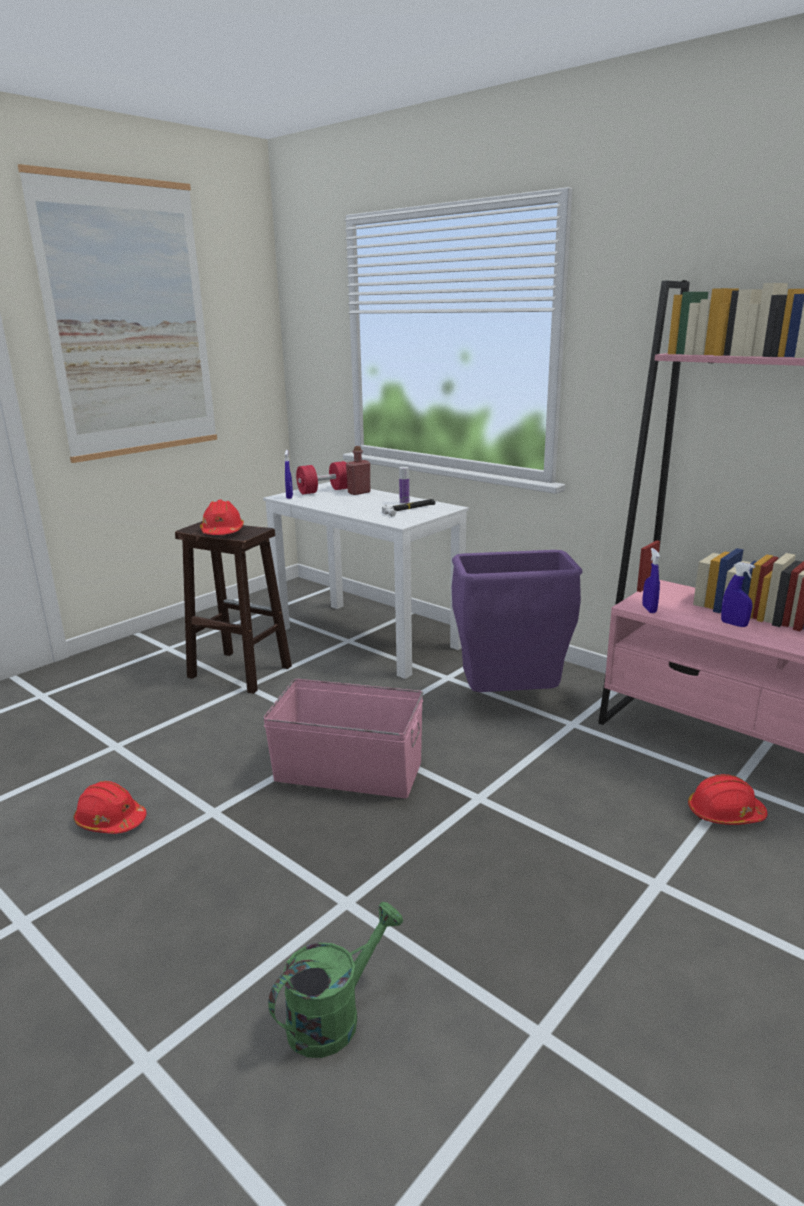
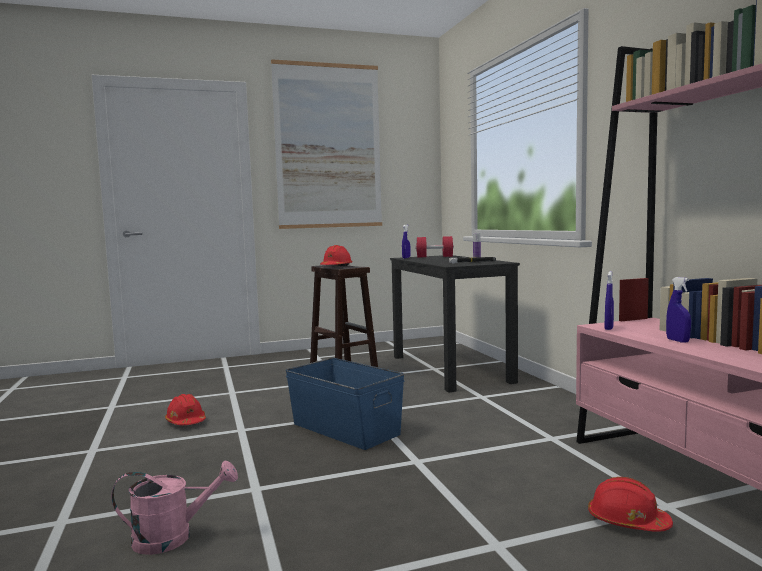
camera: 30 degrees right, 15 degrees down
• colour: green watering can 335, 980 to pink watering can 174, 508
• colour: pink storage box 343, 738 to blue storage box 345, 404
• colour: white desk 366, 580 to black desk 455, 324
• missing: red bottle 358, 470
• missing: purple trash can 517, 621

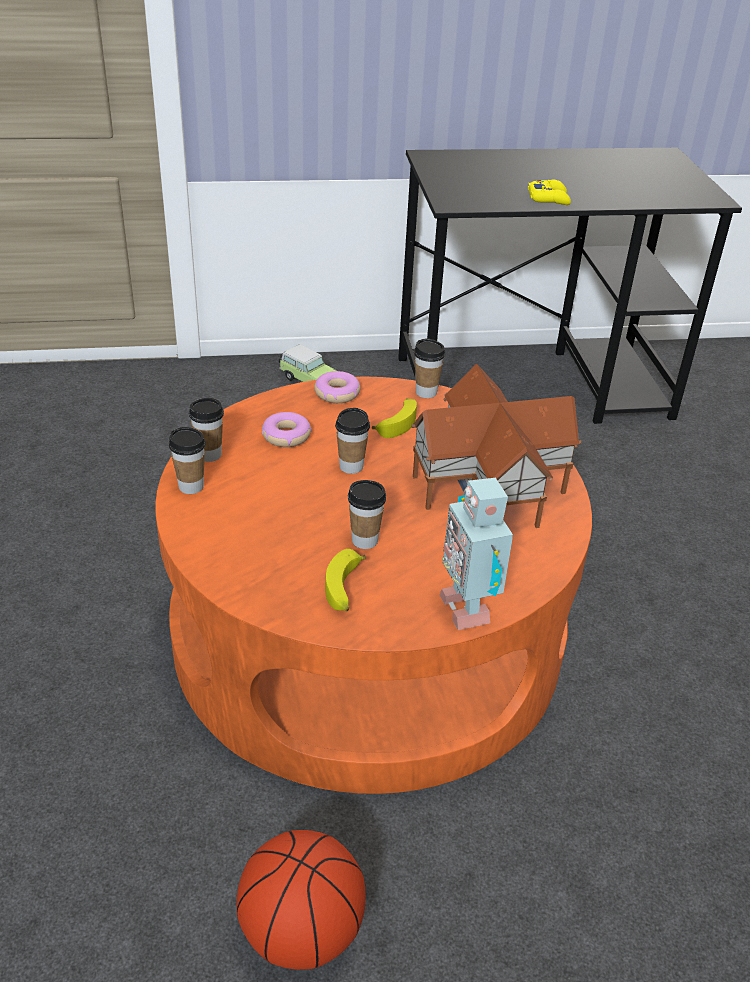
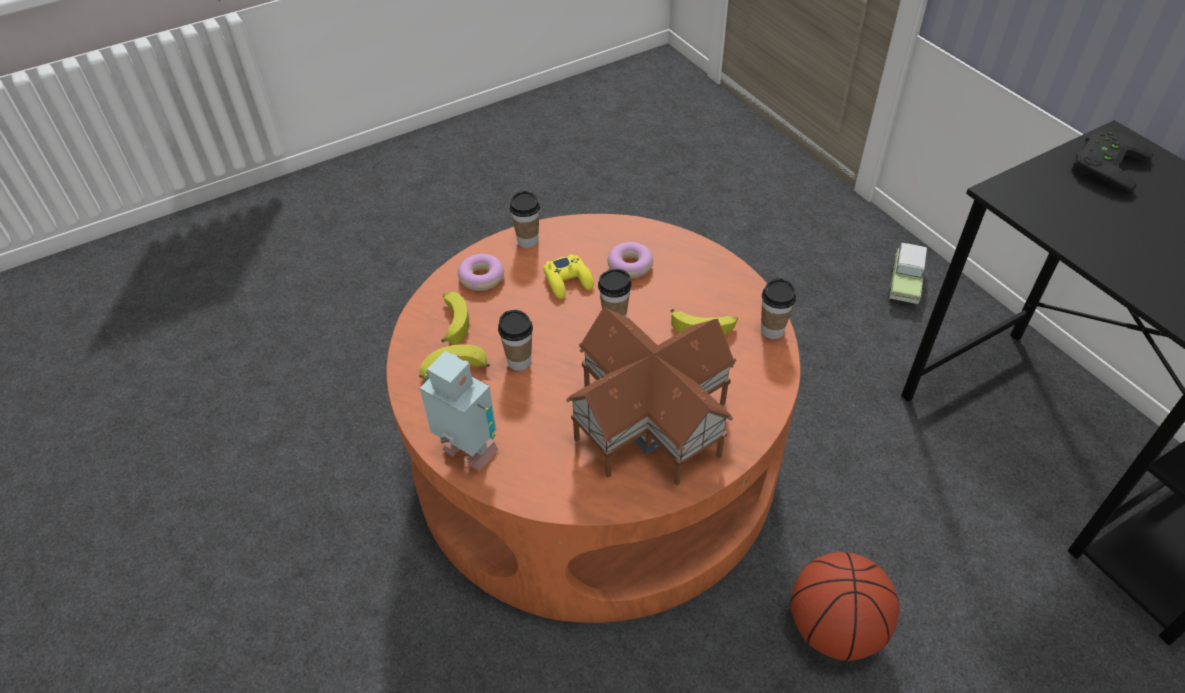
camera: 70 degrees right, 10 degrees up
• spun: toy robot 476, 554 = 459, 411 75 degrees clockwise
• appeared: banana 455, 318
• relocated: donut 337, 387 to 481, 272
• relocated: yellow game controller 549, 192 to 568, 276
• relocated: basketball 301, 900 to 844, 606
• appeared: black game controller 1112, 162
• missing: cup 206, 430

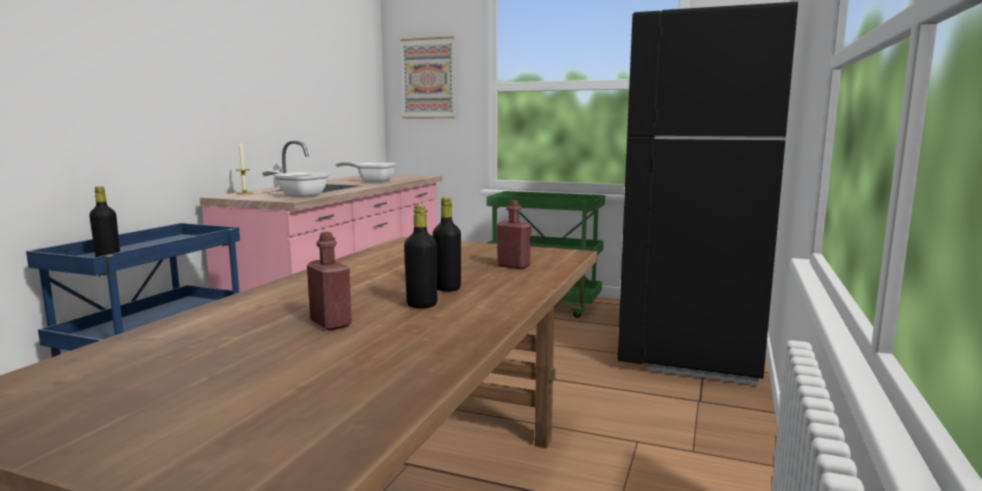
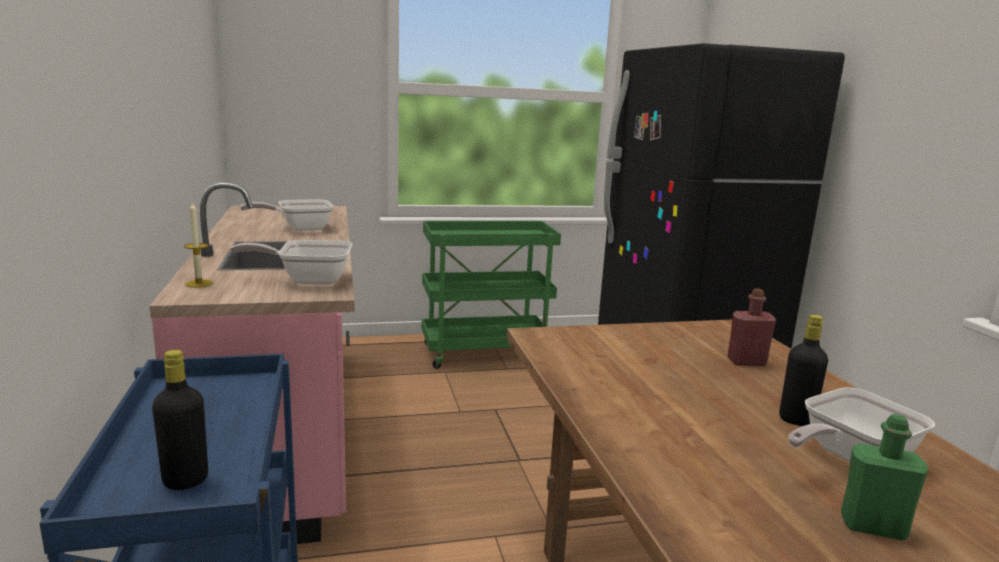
camera: 35 degrees left, 5 degrees up
• exchanged: black bottle 420, 256 to frying pan 861, 424
• colour: red bottle 329, 281 to green bottle 885, 477
• missing: picture 428, 77

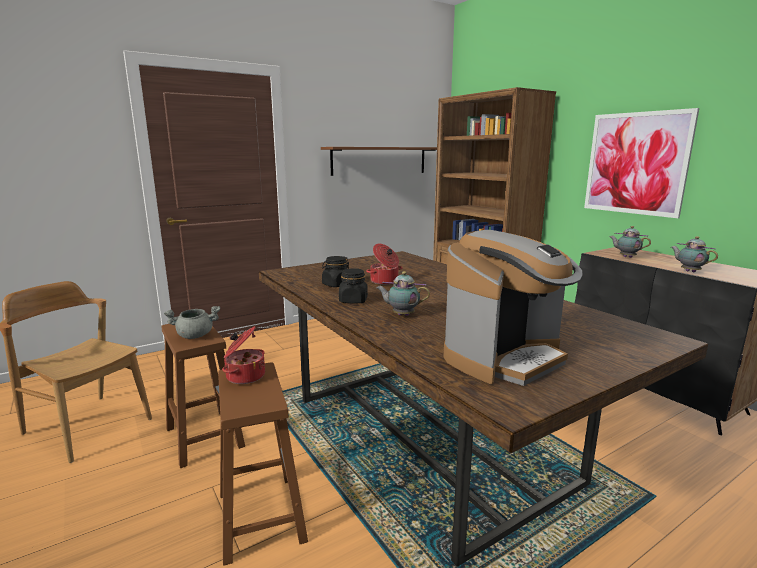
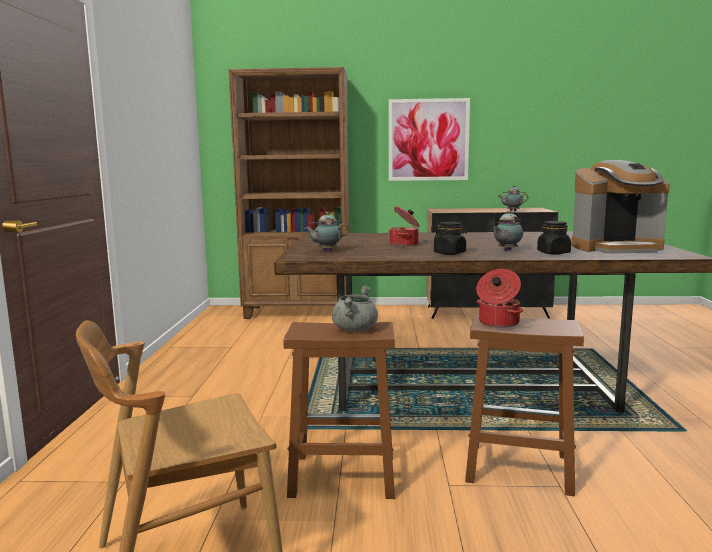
camera: 55 degrees left, 5 degrees down
• relocated: teapot 630, 242 to 326, 232
• relocated: black jar 335, 271 to 554, 237
• spun: coffee machine 513, 308 = 621, 207 90 degrees clockwise
• missing: brown shelf 379, 161

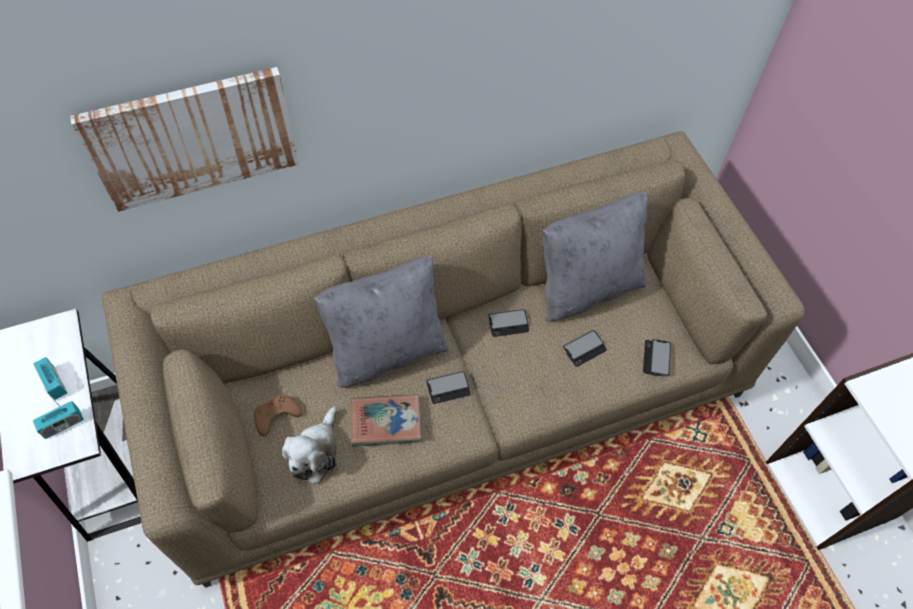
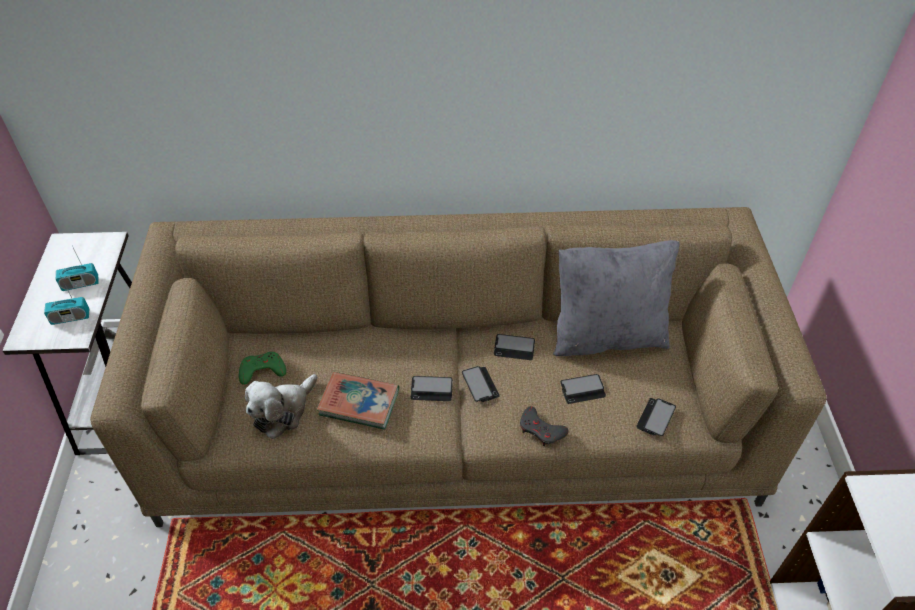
camera: 20 degrees right, 10 degrees down
• spun: radio 50, 378 = 77, 268 90 degrees counterclockwise
• colour: brown game controller 278, 415 to green game controller 262, 368
• appeared: phone 481, 384
• appeared: grey game controller 544, 426
• missing: picture 184, 139
• missing: grey pillow 381, 322

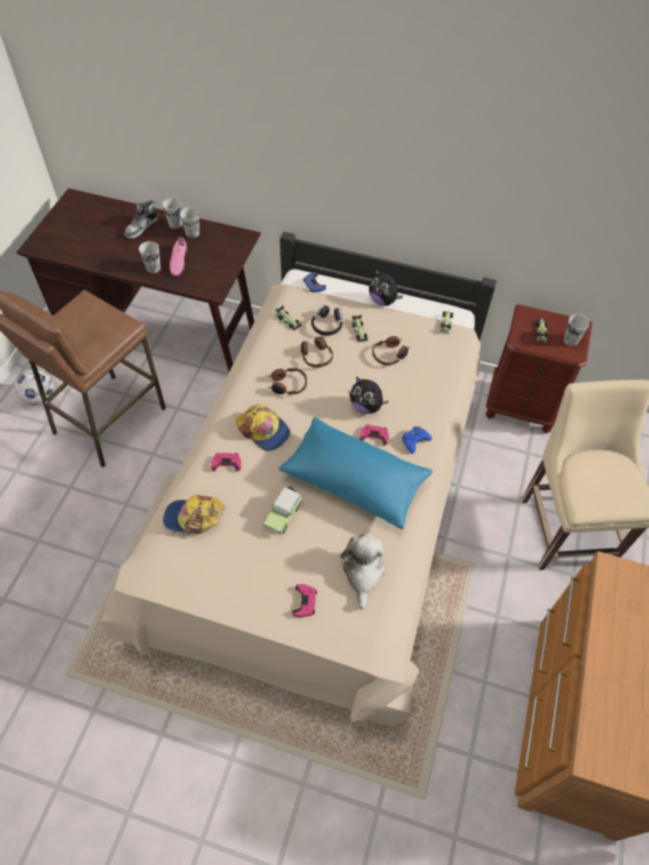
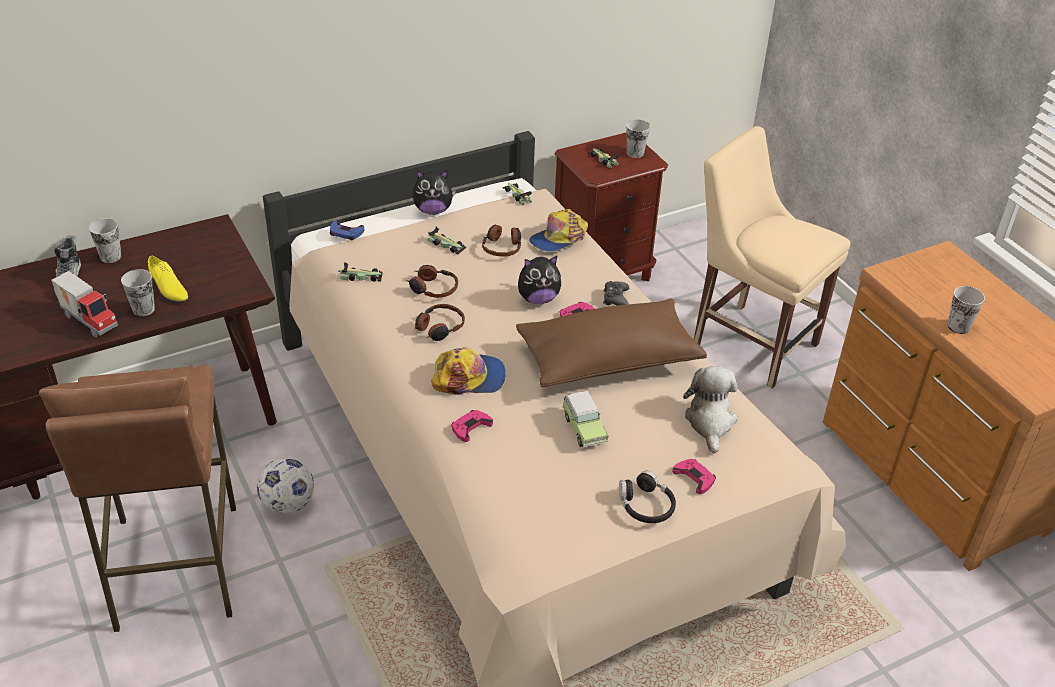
camera: 45 degrees left, 15 degrees down
• appeared: toy truck 84, 304
• colour: pink shoe 178, 257 to yellow shoe 168, 279
• relocated: football 35, 388 to 285, 486
• colour: blue pillow 356, 473 to brown pillow 611, 342
• relocated: cap 194, 514 to 558, 230
• colour: blue game controller 417, 440 to black game controller 616, 293
• relocated: black headphones 327, 319 to 647, 496
• spun: plush toy 362, 571 = 710, 410 45 degrees clockwise
• relocated: cup 190, 222 to 966, 310

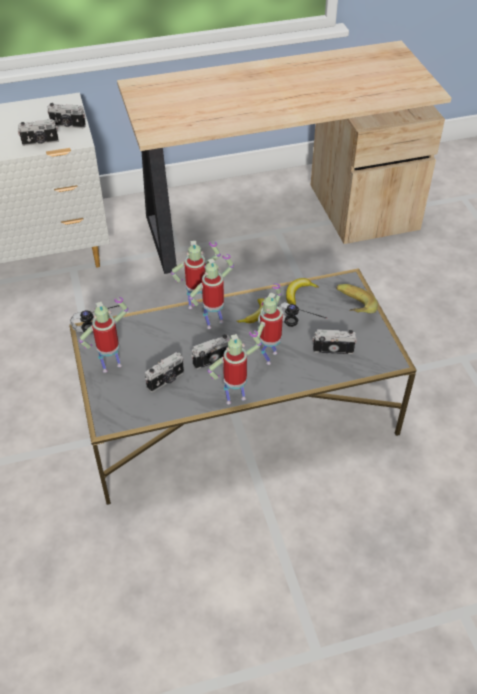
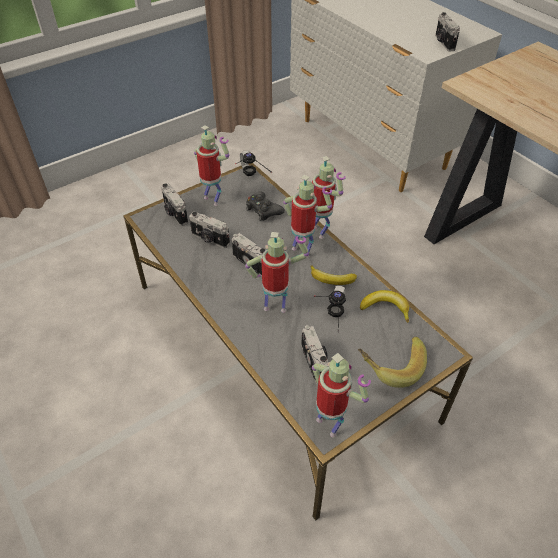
camera: 70 degrees right, 0 degrees up
• relocated: photo camera 38, 132 to 174, 205
• appeared: black game controller 265, 206
• relocated: toy robot 235, 367 to 341, 395

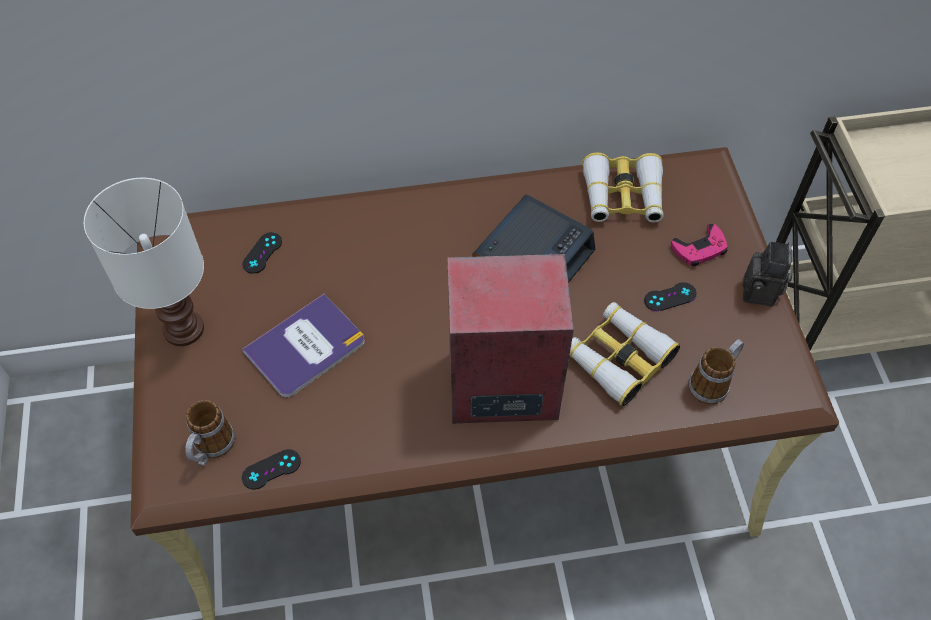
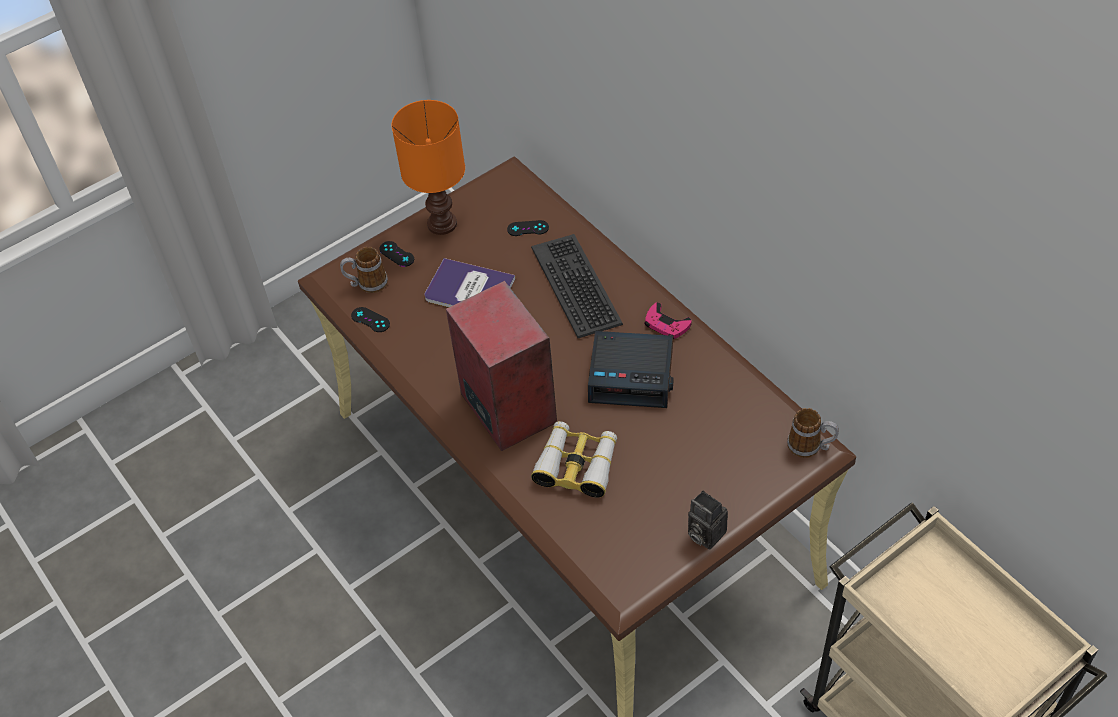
camera: 65 degrees right, 5 degrees down
• relocated: black game controller 670, 296 to 396, 254
• colour: white table lamp 144, 262 to orange table lamp 428, 167
• appeared: keyboard 577, 286
• relocated: pink game controller 699, 245 to 668, 320
• spun: photo camera 768, 274 = 708, 520 60 degrees clockwise
• relocated: mug 716, 372 to 813, 433
• missing: binoculars 622, 187

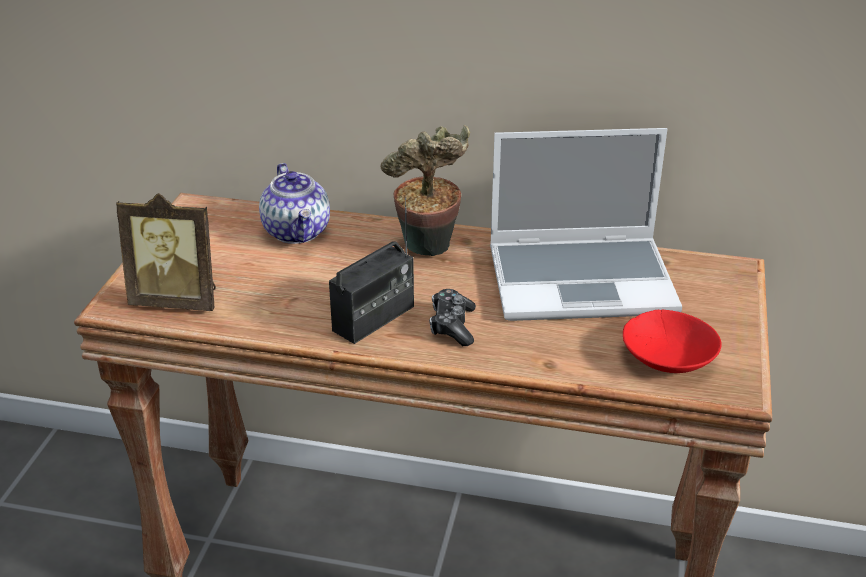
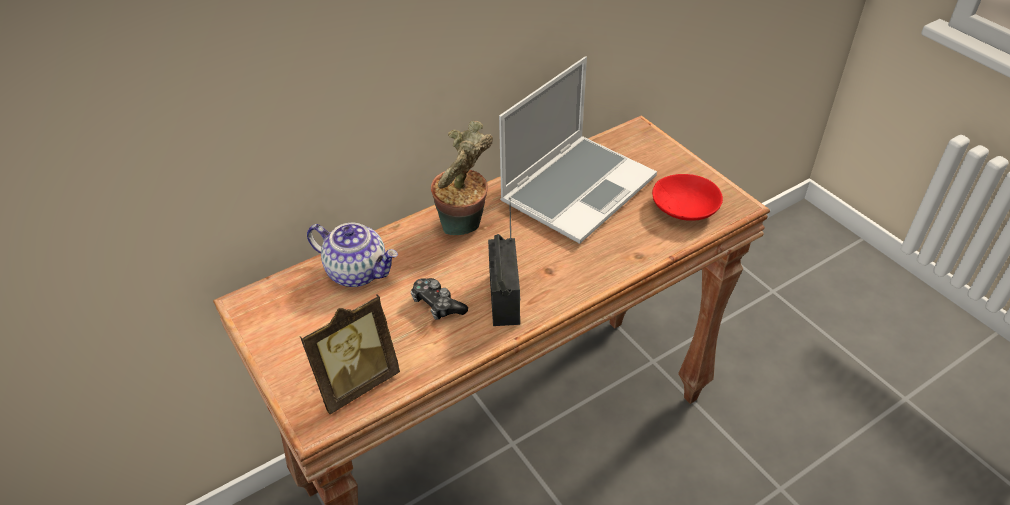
camera: 45 degrees left, 10 degrees up
• relocated: game controller 452, 317 to 439, 299

